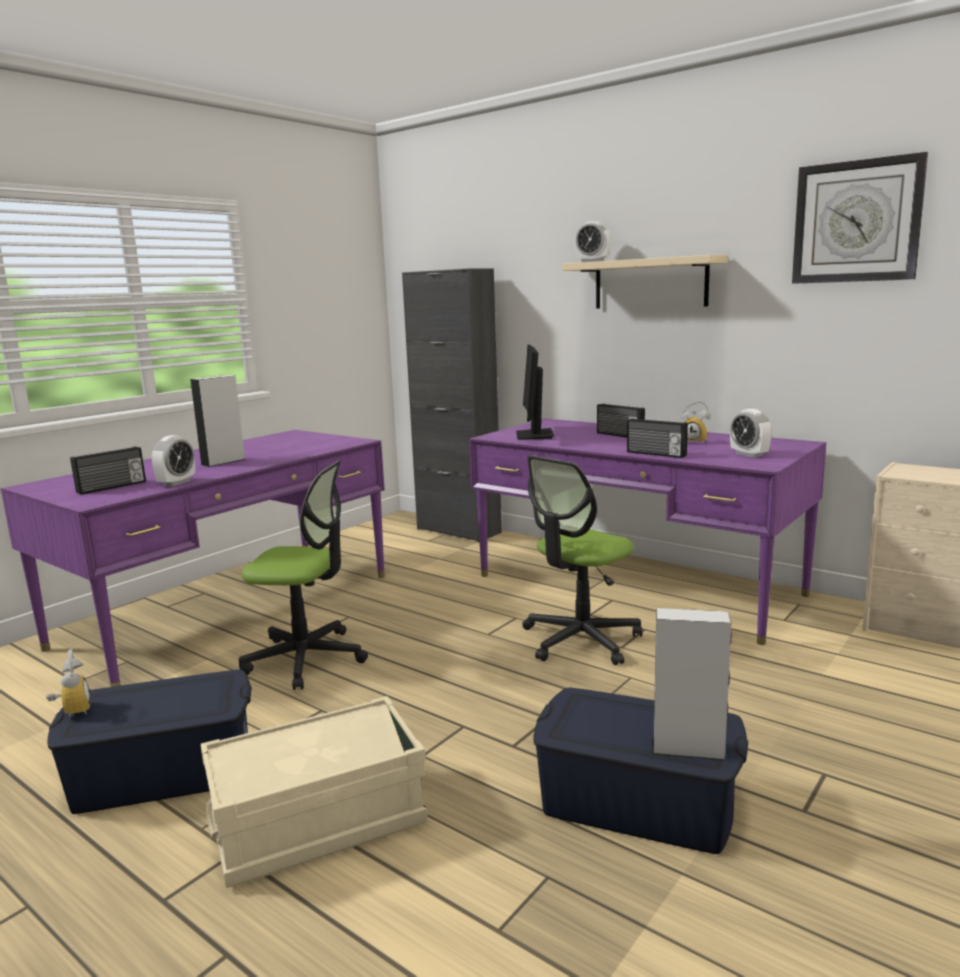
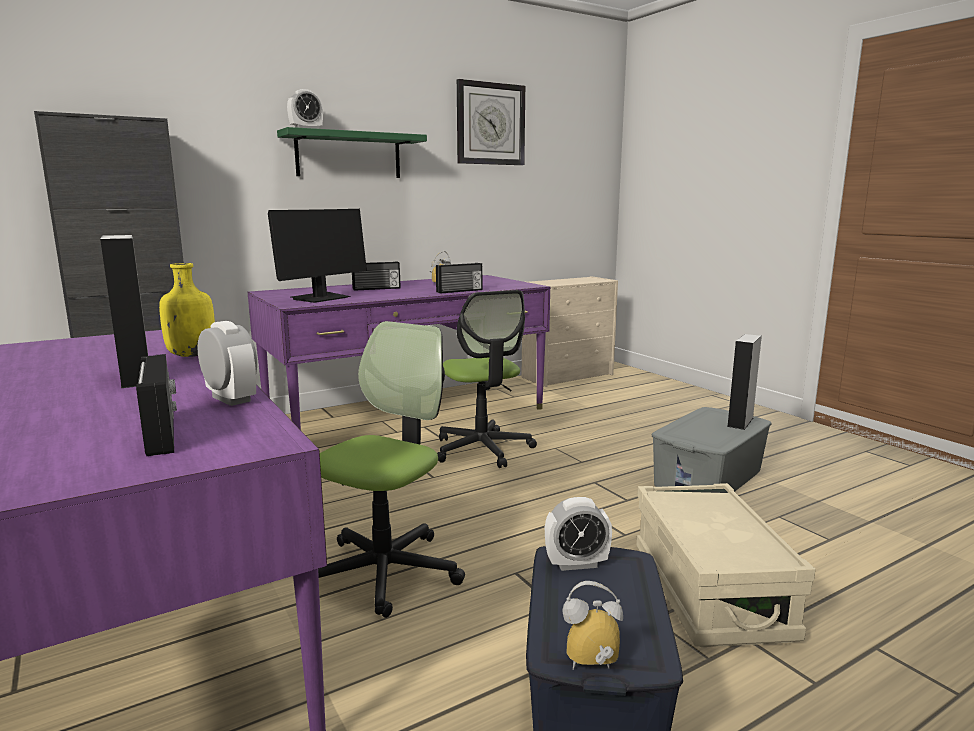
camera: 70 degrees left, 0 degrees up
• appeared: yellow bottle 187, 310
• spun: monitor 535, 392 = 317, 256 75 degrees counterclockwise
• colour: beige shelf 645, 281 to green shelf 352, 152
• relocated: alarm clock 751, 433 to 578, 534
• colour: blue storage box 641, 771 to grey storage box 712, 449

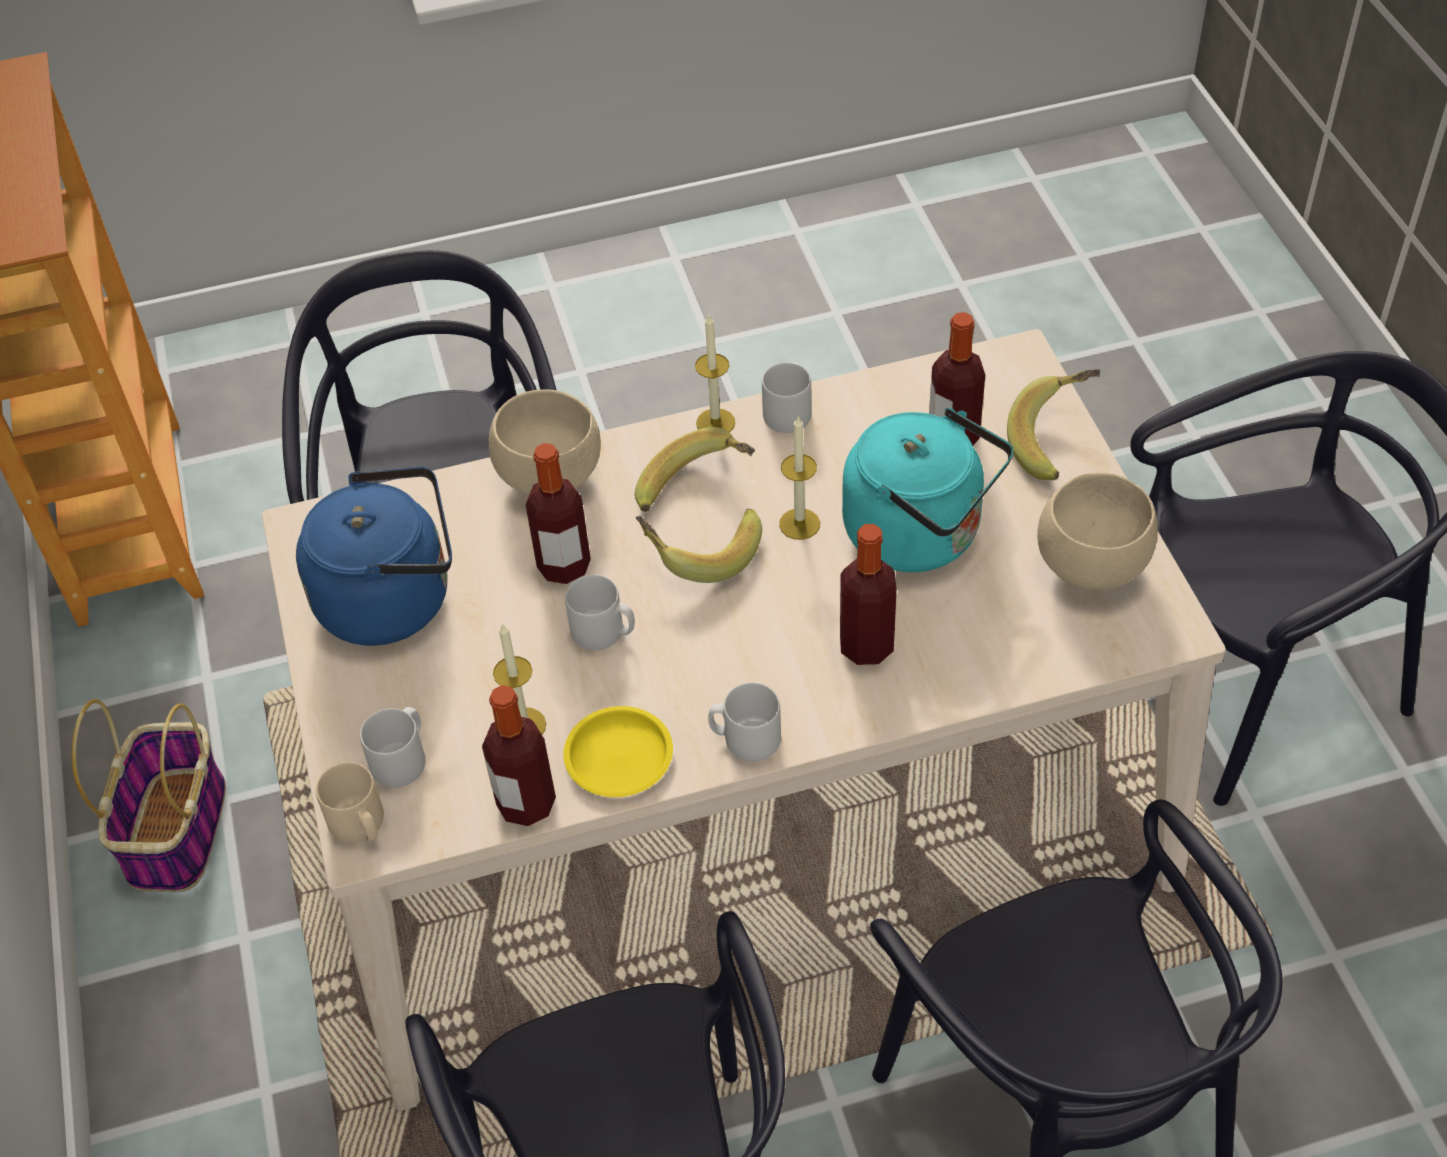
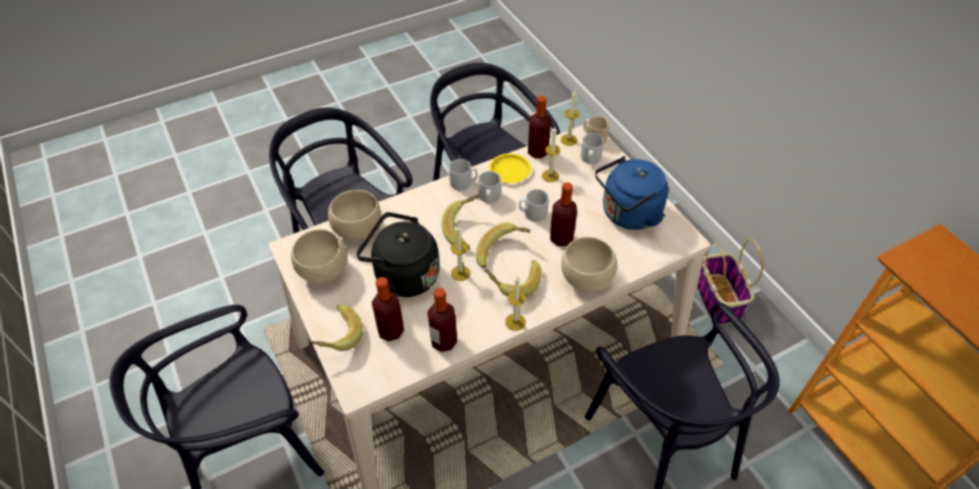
camera: 165 degrees right, 0 degrees up
• appeared: beige bowl 354, 215
• colour: turquoise kettle 927, 490 to black kettle 398, 254
• relocated: bottle 868, 594 to 442, 320
• appeared: banana 461, 221
• relocated: grey mug 786, 398 to 489, 187
• appeared: candle 570, 118

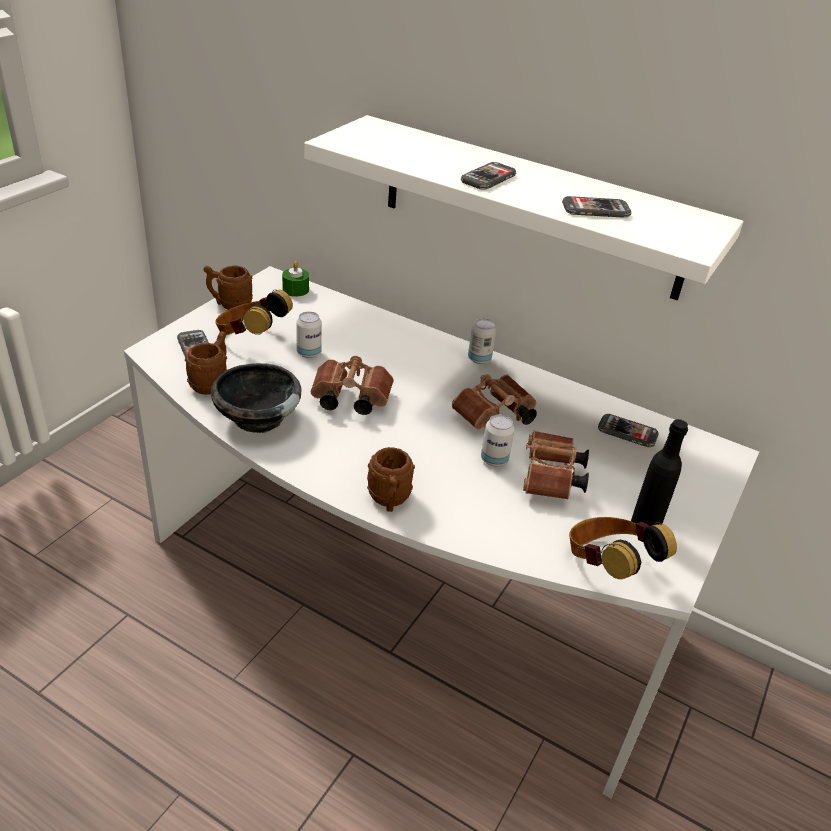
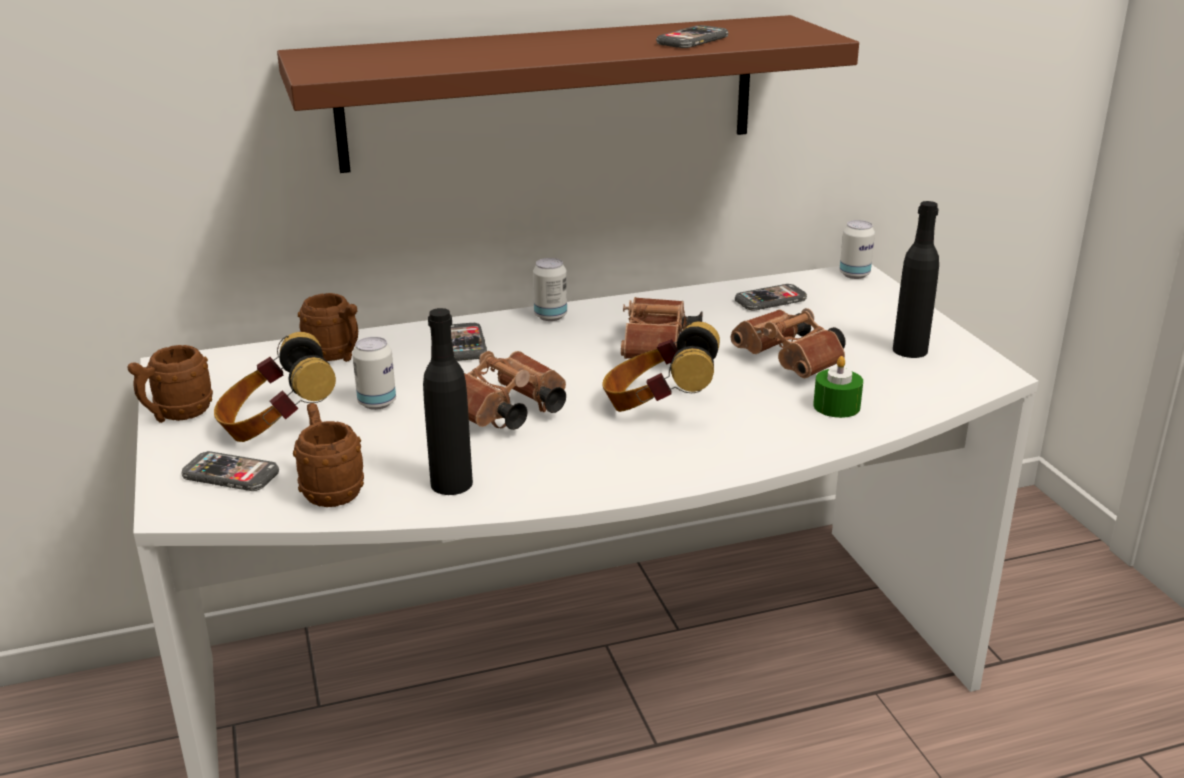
camera: 45 degrees left, 10 degrees down
• colour: white shelf 523, 207 to brown shelf 568, 94
• relocated: brown mug 391, 479 to 328, 327
• exchanged: black bowl 256, 398 to black bottle 448, 401
• relocated: phone 488, 176 to 469, 342
• relocated: headphones 623, 548 to 661, 367
• relocated: green candle 295, 279 to 838, 387
• relocated: can 498, 440 to 857, 249

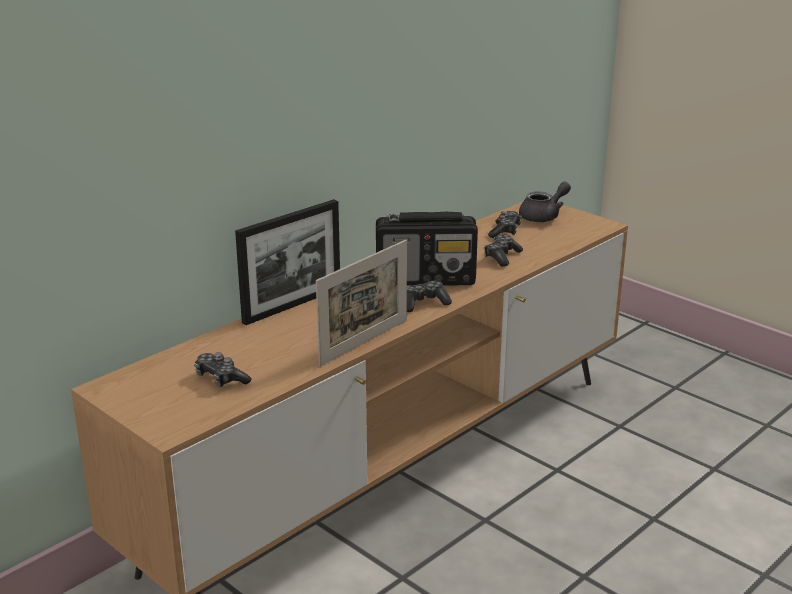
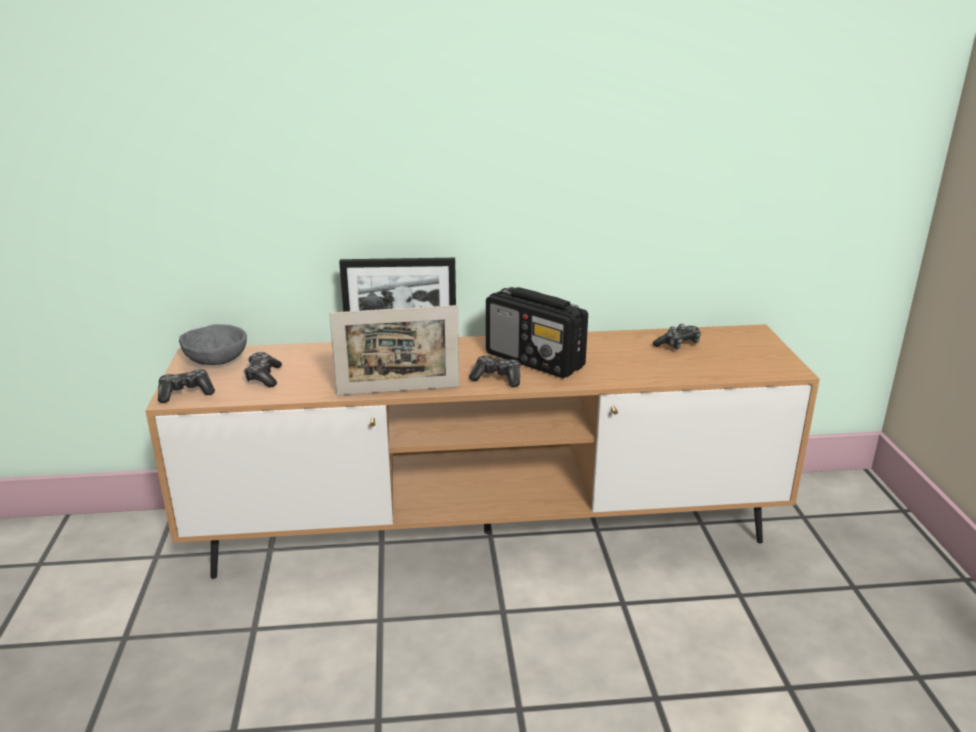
camera: 40 degrees right, 0 degrees up
• relocated: game controller 503, 250 to 186, 386
• appeared: grey bowl 213, 344
• missing: grey teapot 545, 202

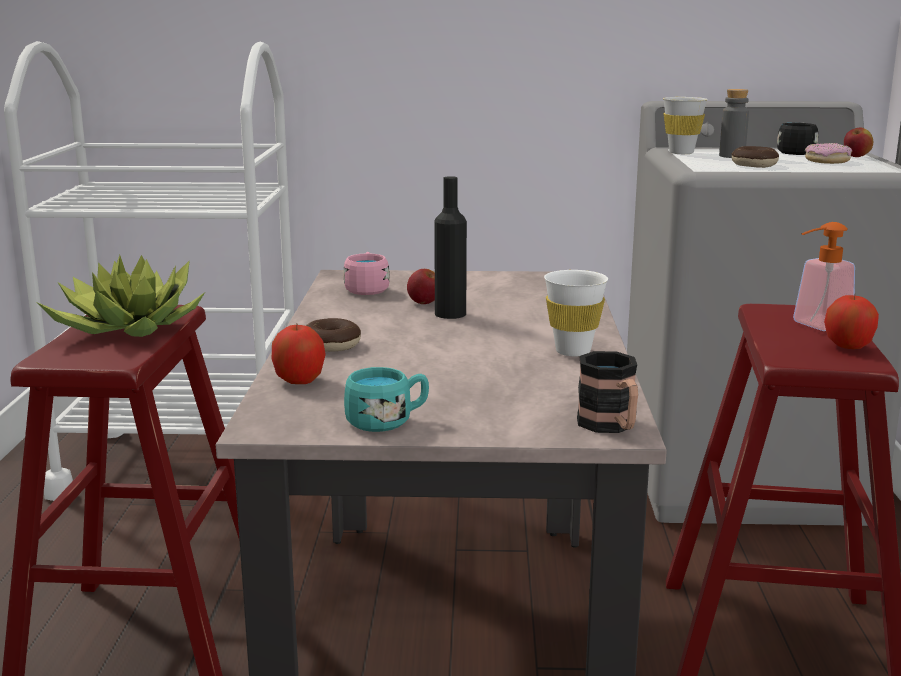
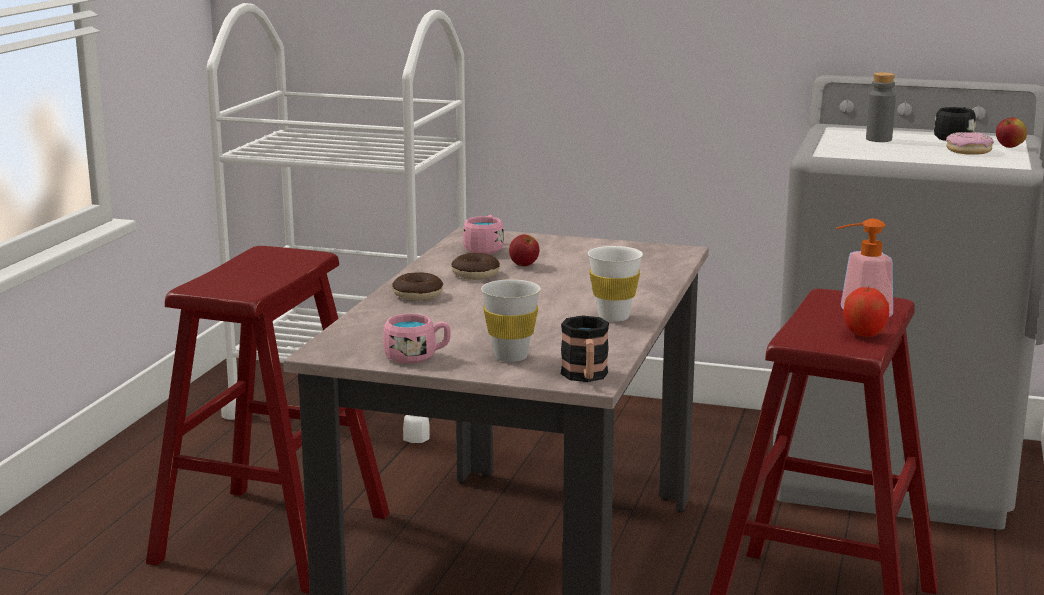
camera: 15 degrees right, 0 degrees up
• colour: turquoise mug 386, 399 to pink mug 417, 339
• relocated: donut 755, 157 to 476, 266
• relocated: white cup 685, 125 to 511, 320
• missing: potted plant 120, 296
• missing: apple 299, 354
• missing: black bottle 450, 247

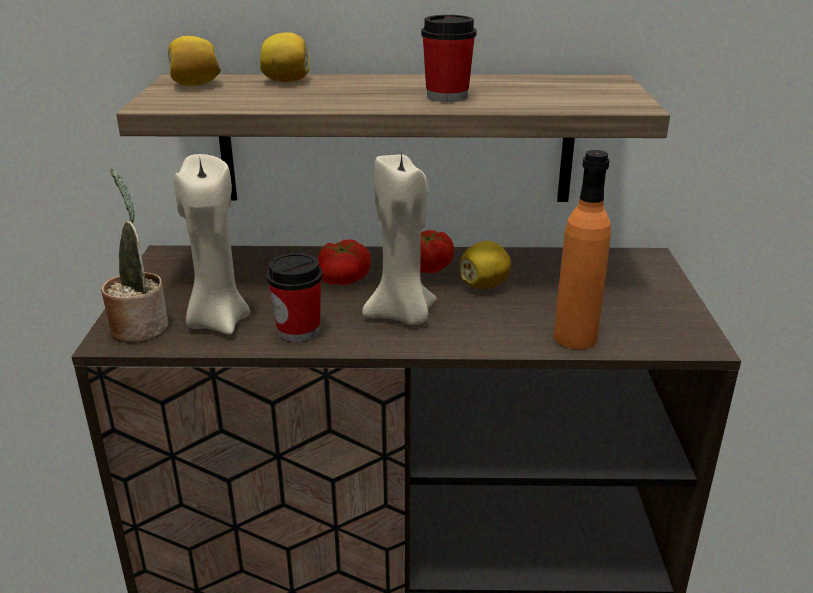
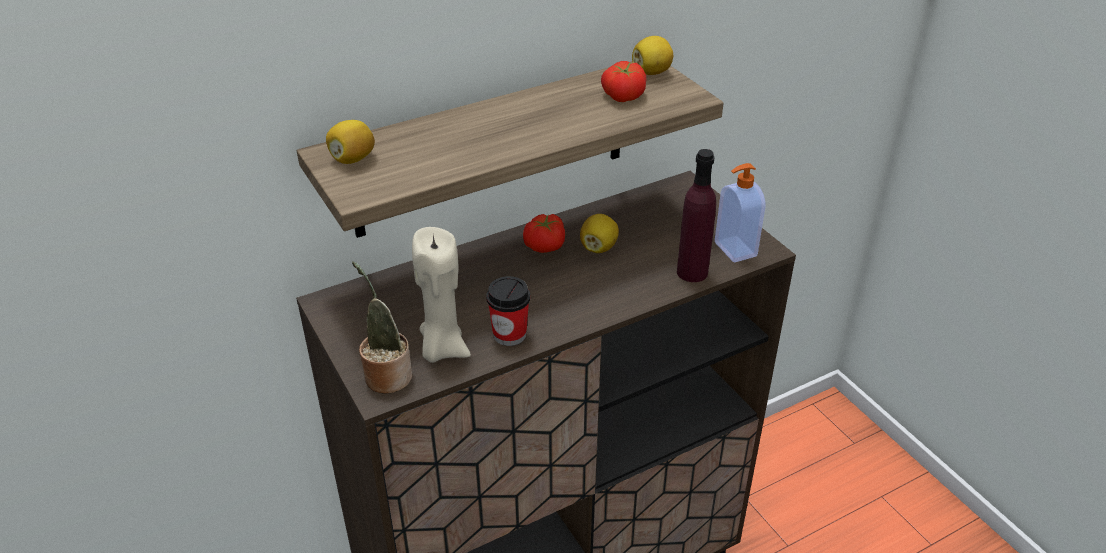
camera: 30 degrees left, 10 degrees up
• relocated: tomato 344, 262 to 624, 81
• relocated: lemon 285, 57 to 652, 55
• colour: orange bottle 582, 250 to purple bottle 696, 215
• appeared: soap dispenser 740, 213
• missing: beige candle 399, 238
• missing: cup 448, 58

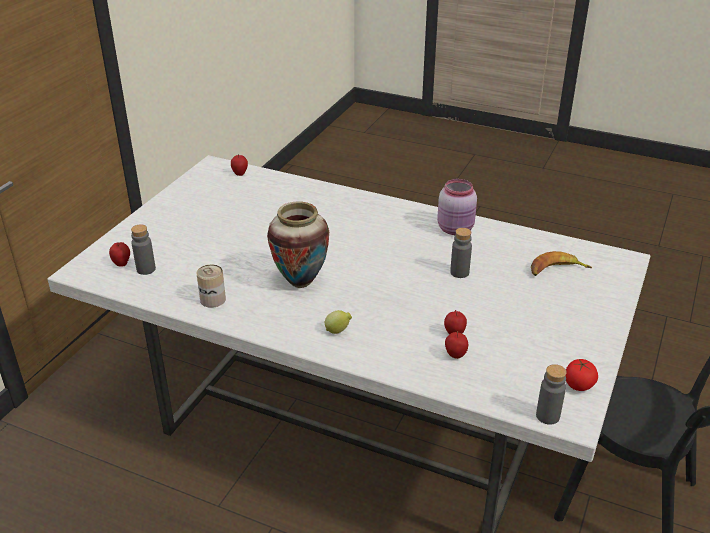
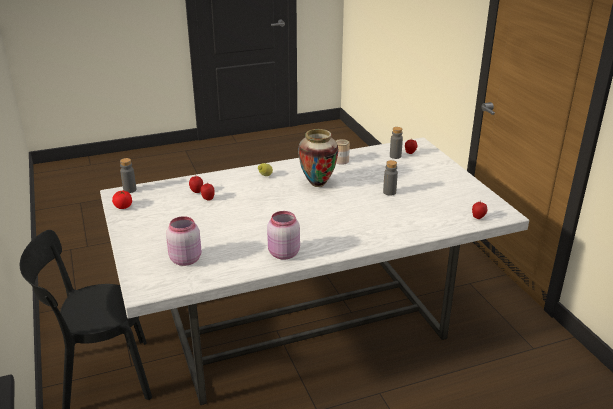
camera: 135 degrees right, 5 degrees down
• exchanged: banana 561, 263 to pink jar 183, 241
• relocated: grey bottle 461, 253 to 390, 178

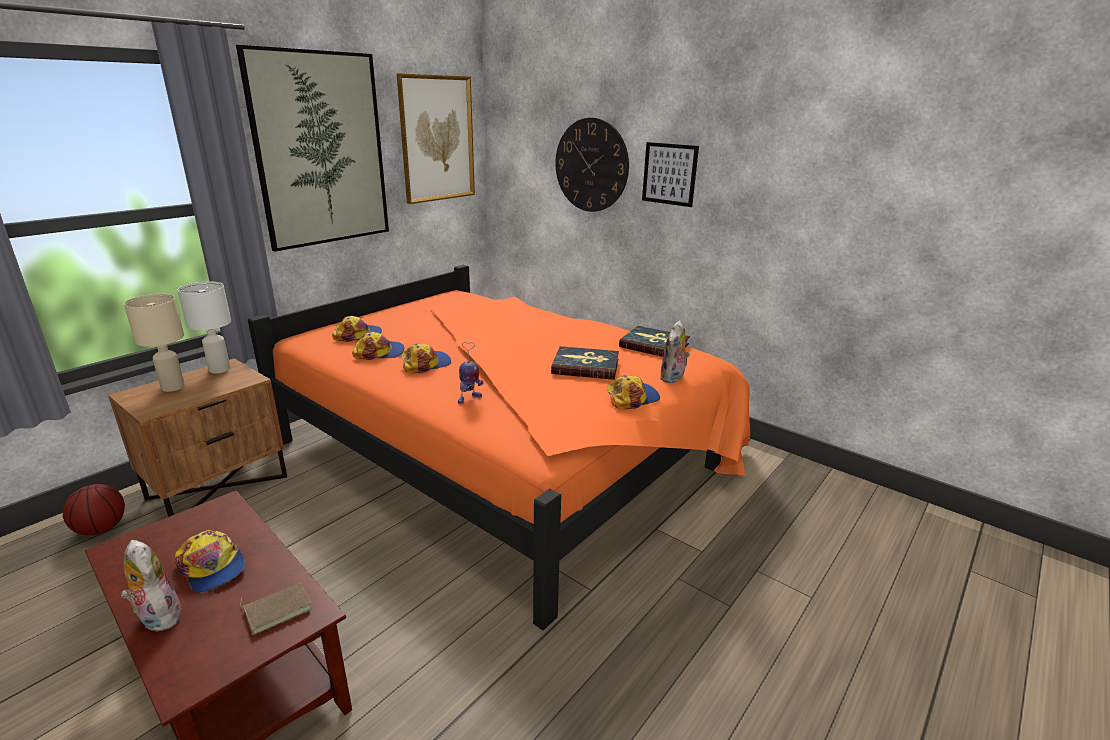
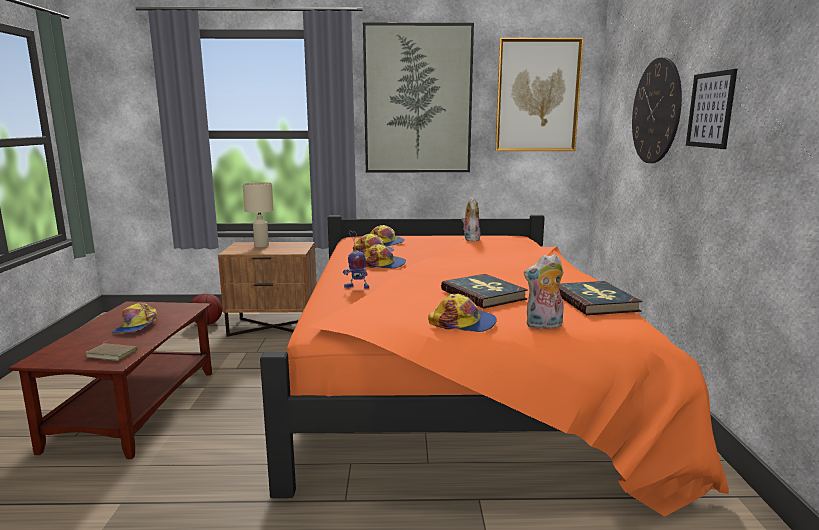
camera: 50 degrees right, 10 degrees down
• relocated: plush toy 151, 586 to 470, 219
• missing: white table lamp 204, 328

